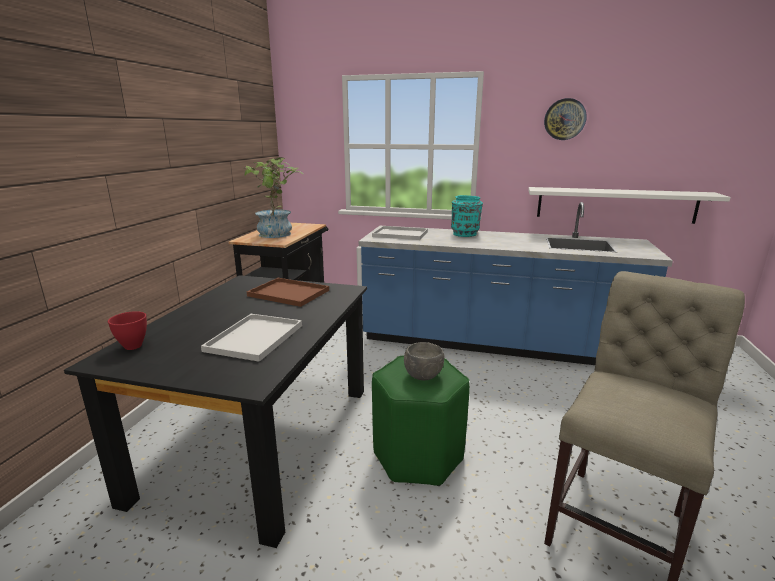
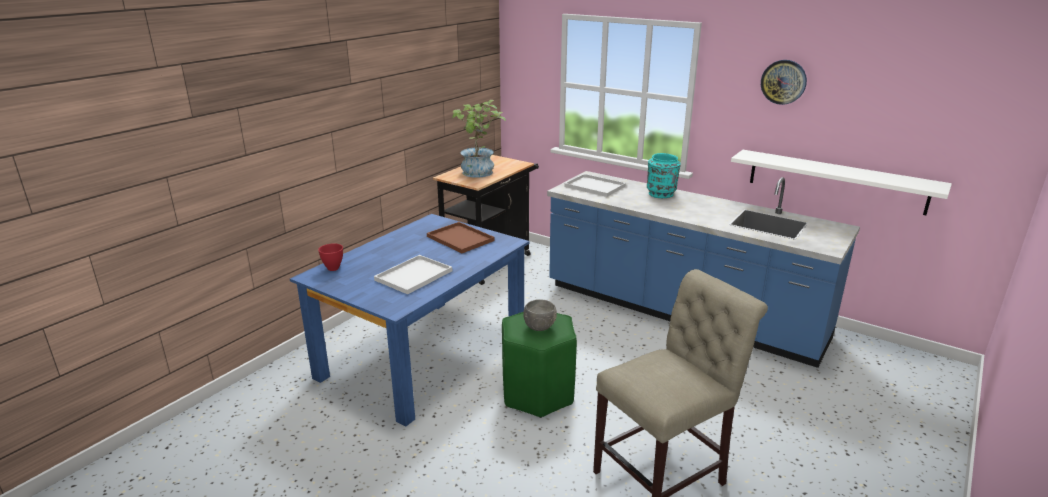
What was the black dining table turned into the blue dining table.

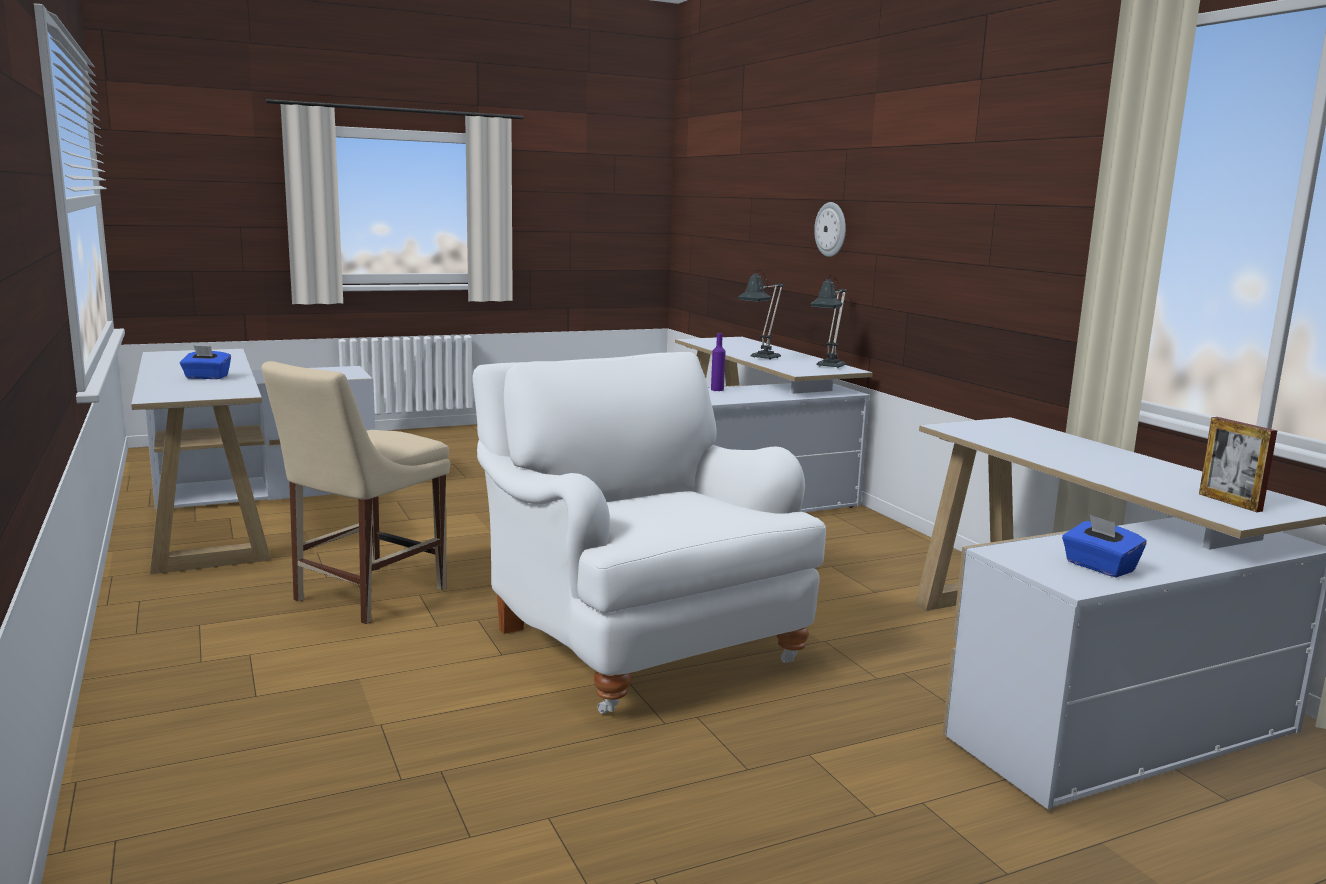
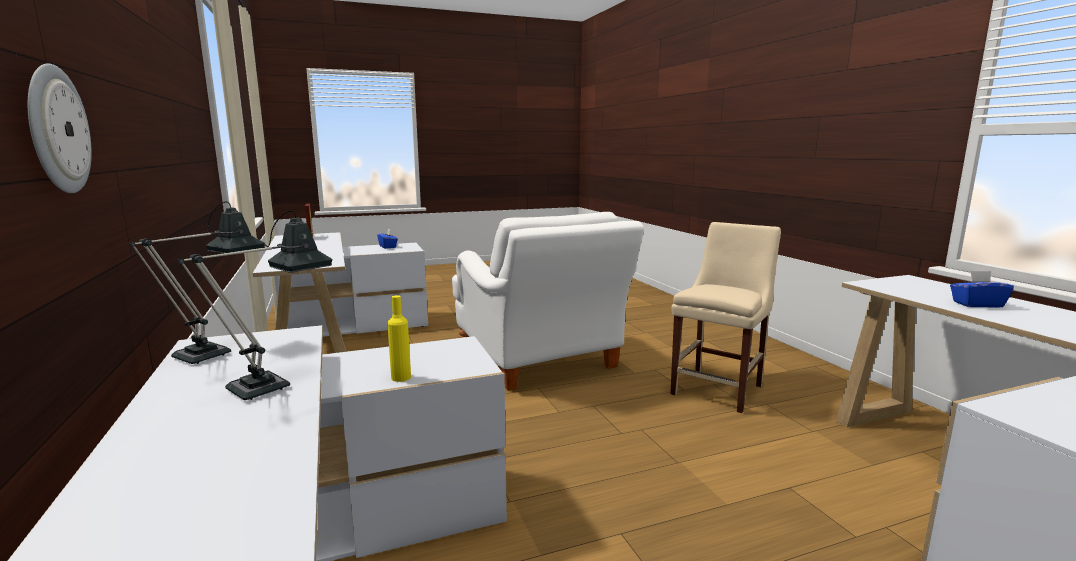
What was the purple bottle turned into the yellow bottle.

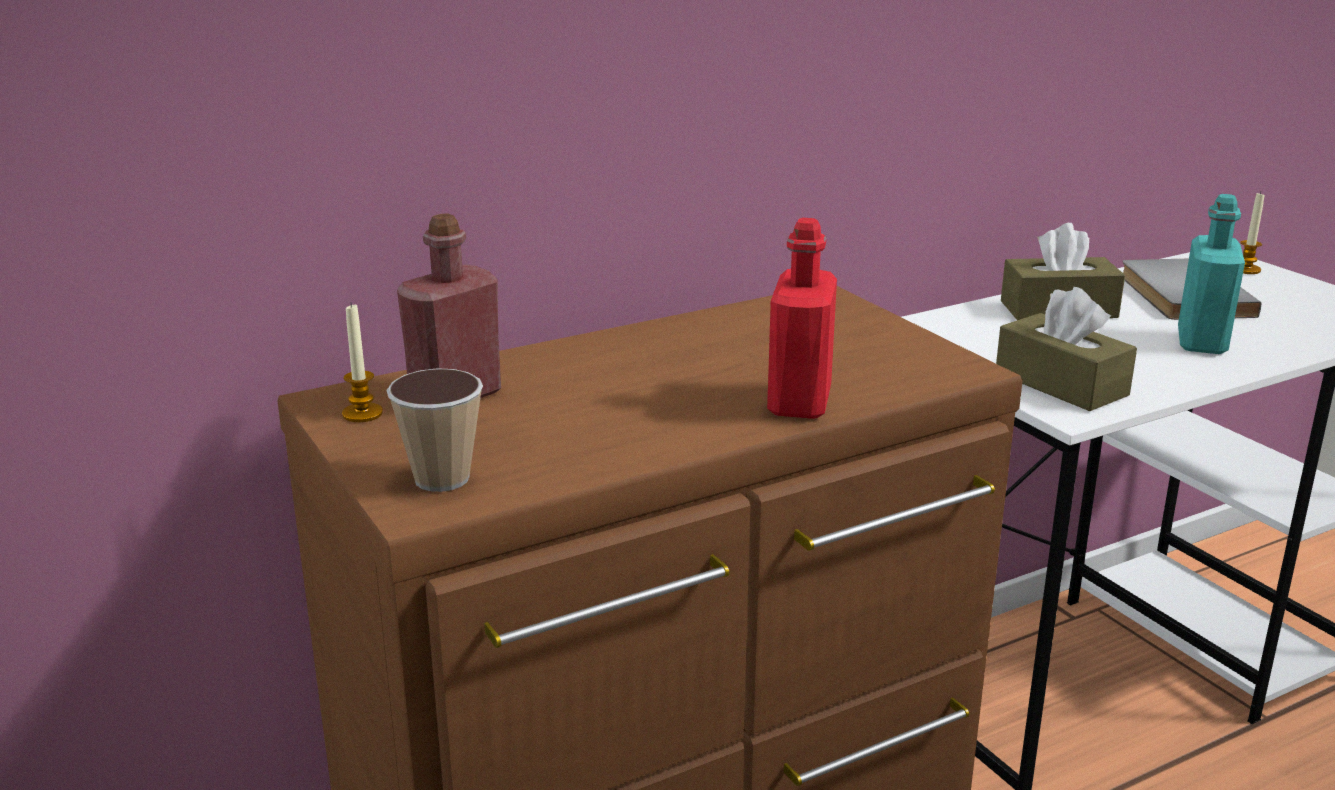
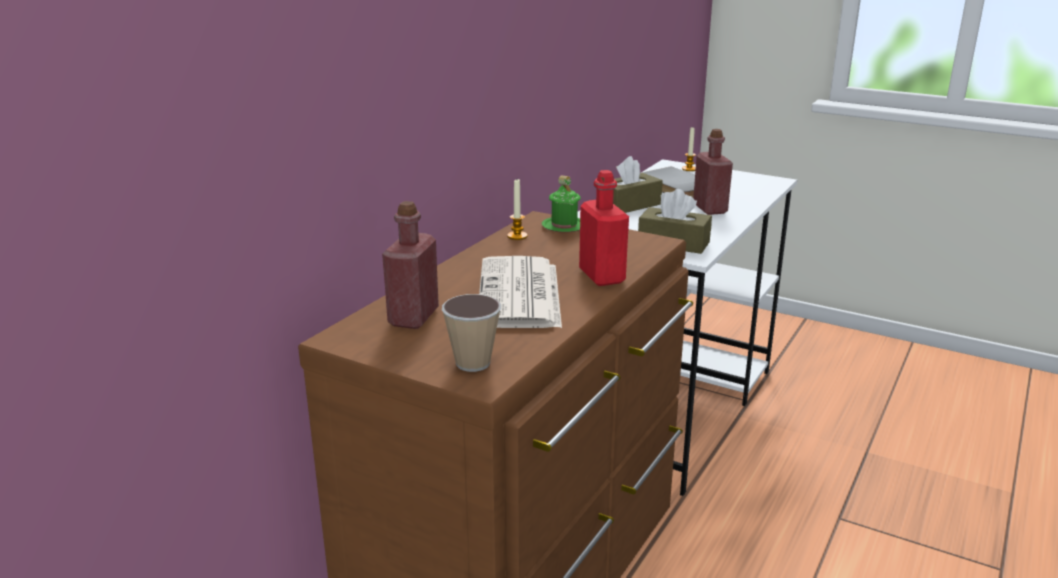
The second view gained the newspaper.
The candle (no. 1 from left) ended up elsewhere.
The second view gained the green mug.
What was the turquoise bottle turned into the red bottle (no. 3 from left).

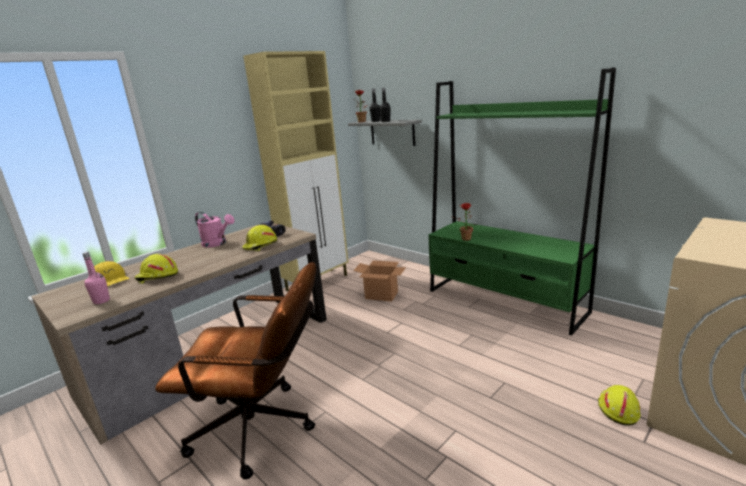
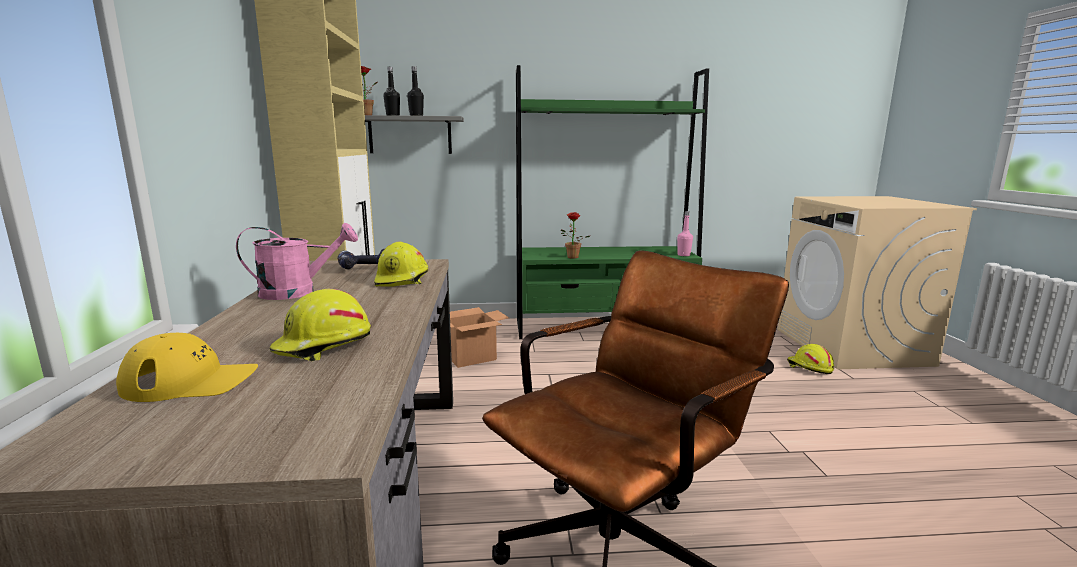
The pink bottle ended up elsewhere.

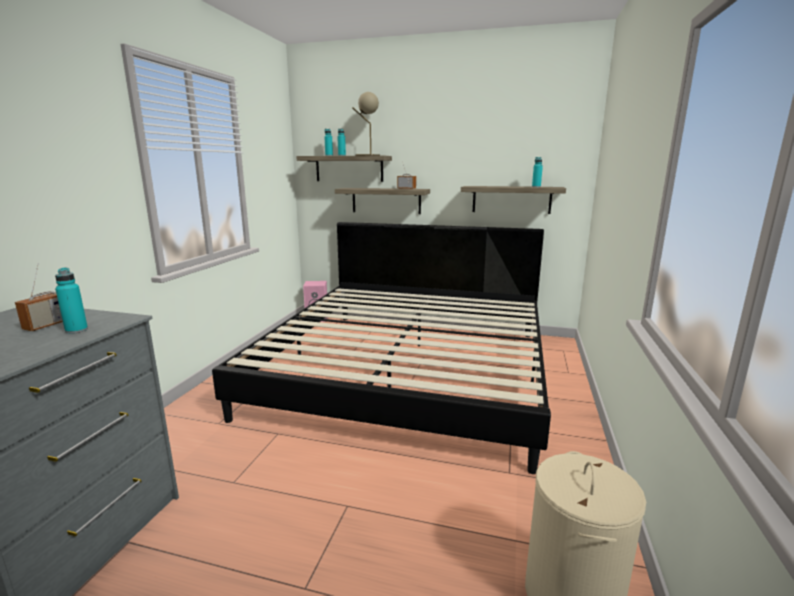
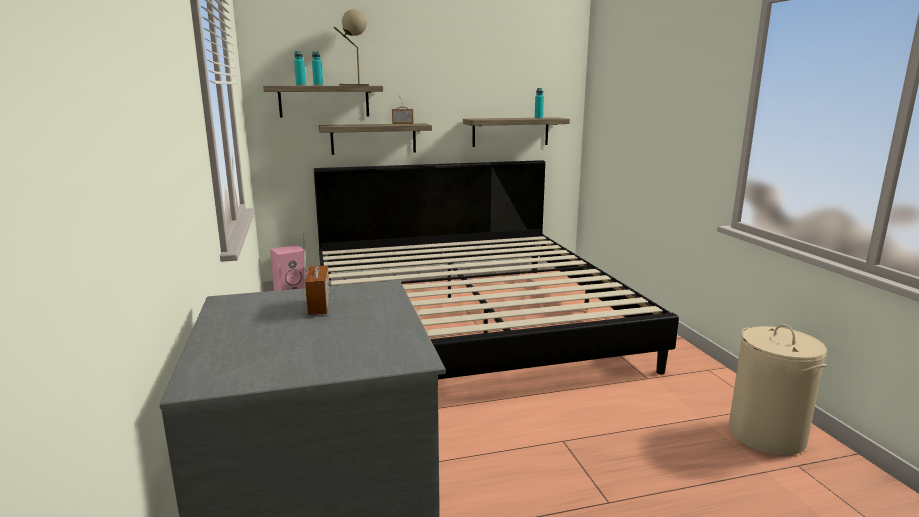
The second view lost the turquoise bottle (no. 1 from left).

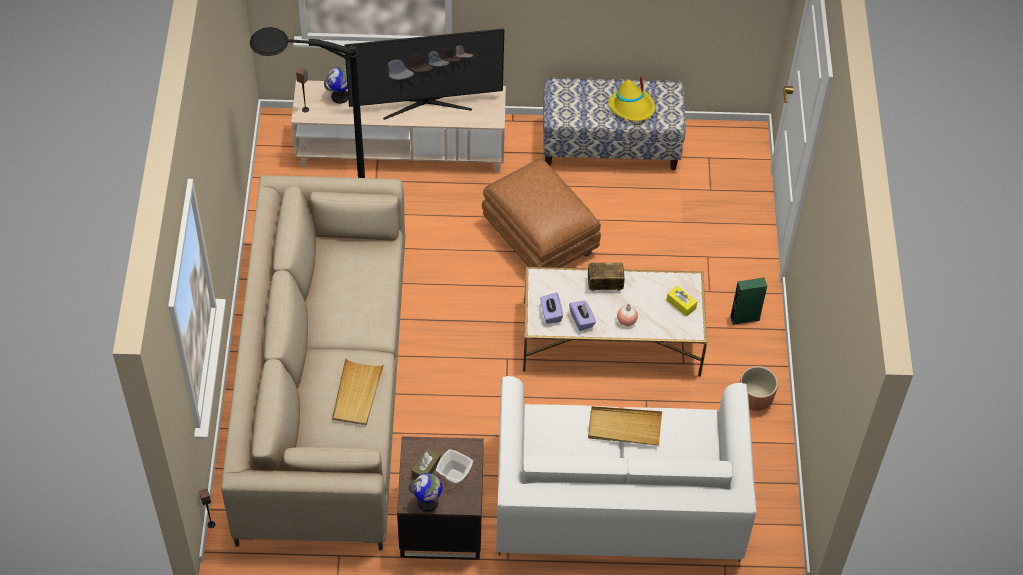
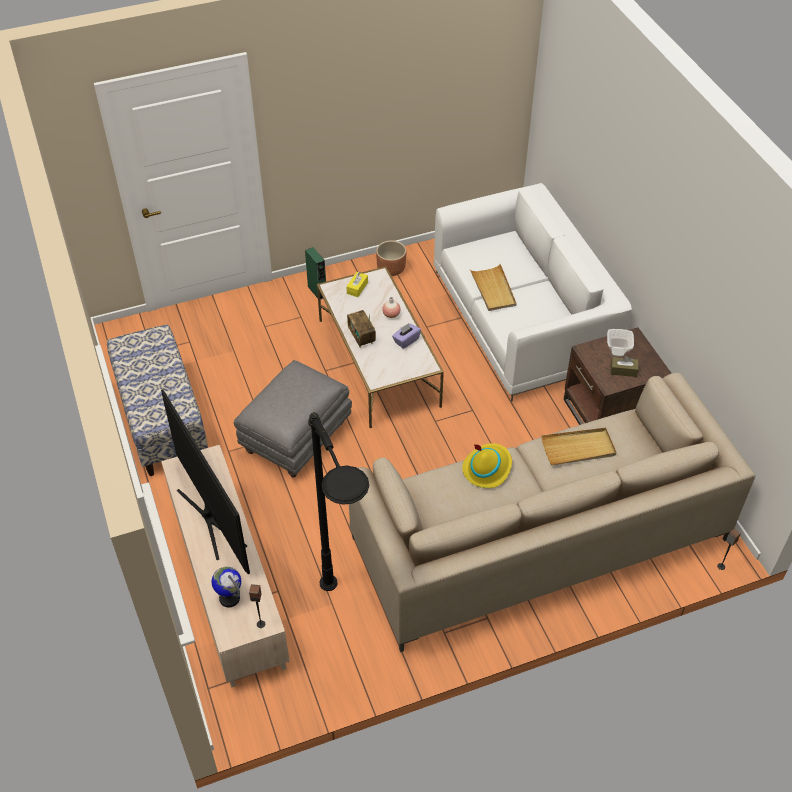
What was the brown ottoman turned into the grey ottoman.
The yellow hat ended up elsewhere.
The second view lost the globe (no. 2 from left).
The second view lost the purple tissue box (no. 1 from left).

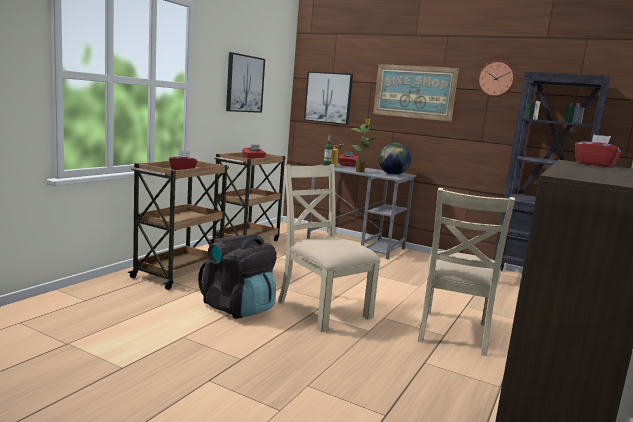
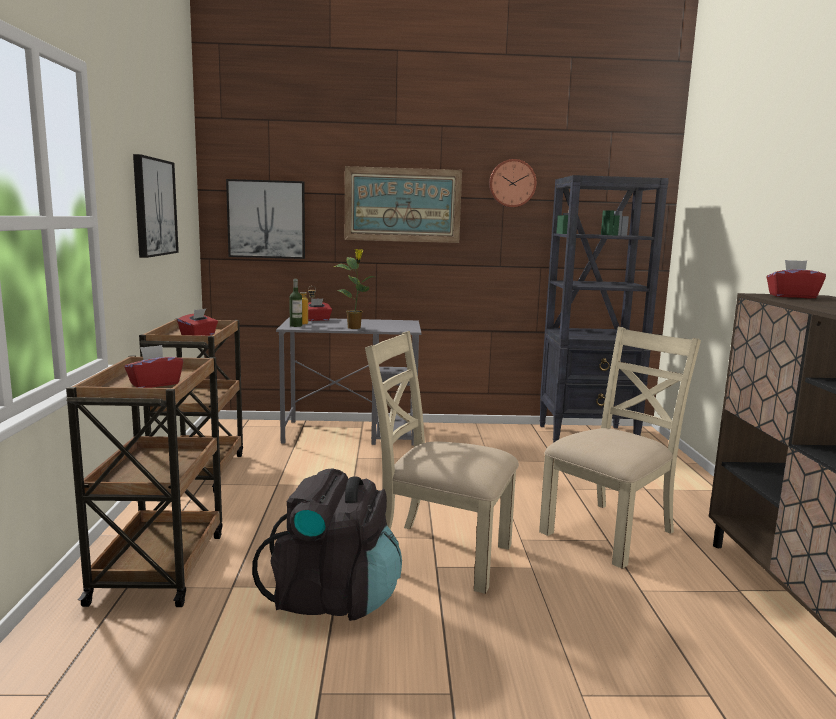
The beige chair (no. 2 from left) ended up facing another way, 120 degrees counterclockwise from before.
The second view lost the globe.

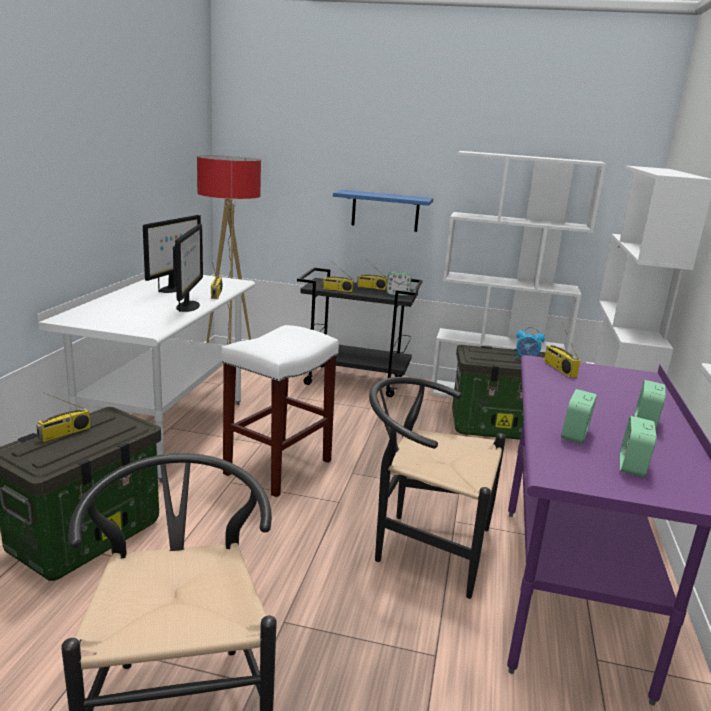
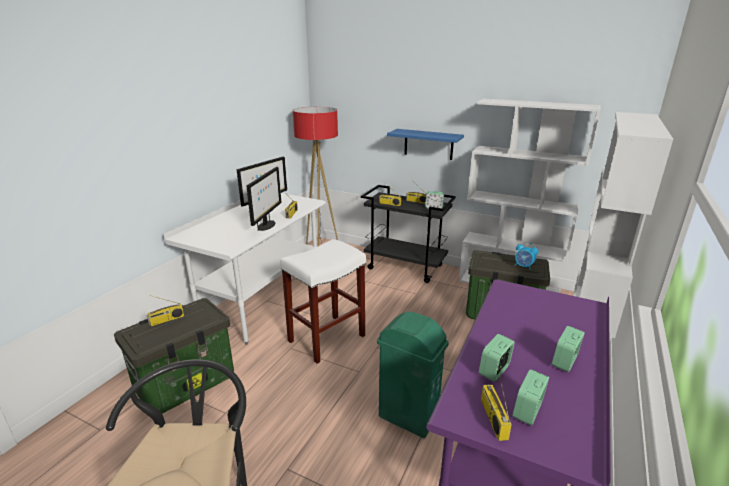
Where the black chair (no. 2 from left) stood, the green trash can came to stand.
The radio (no. 5 from left) ended up elsewhere.

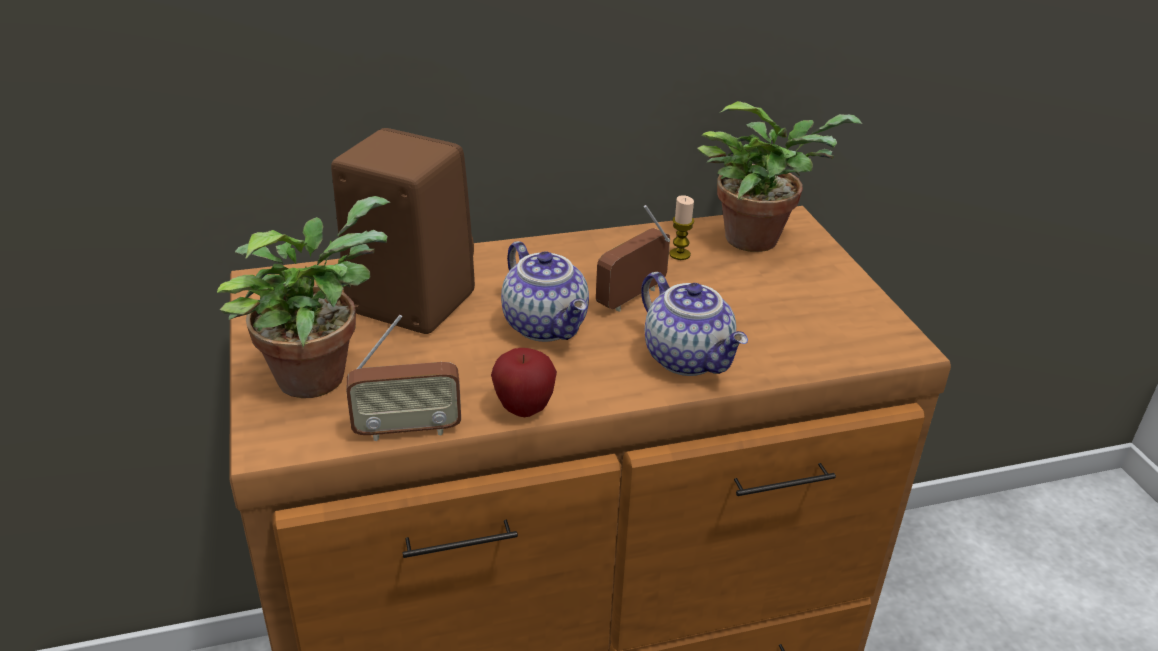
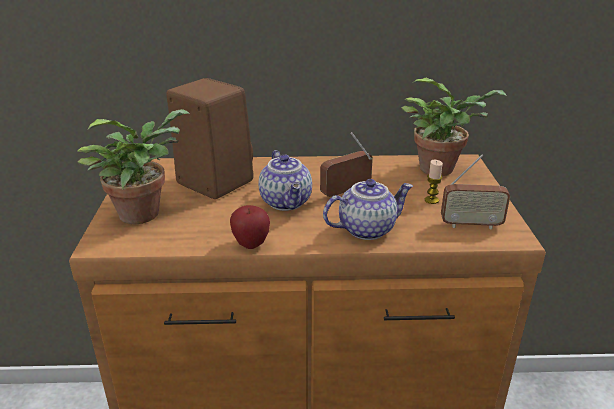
The teapot (no. 2 from left) ended up facing another way, 90 degrees counterclockwise from before.
The candle ended up elsewhere.
The radio (no. 1 from left in the first image) ended up elsewhere.

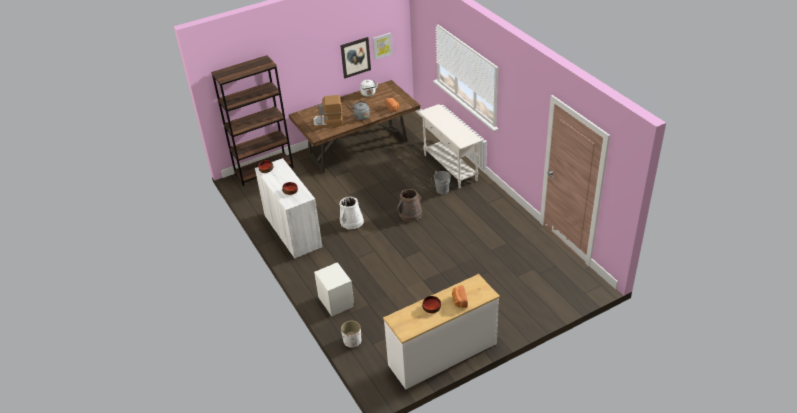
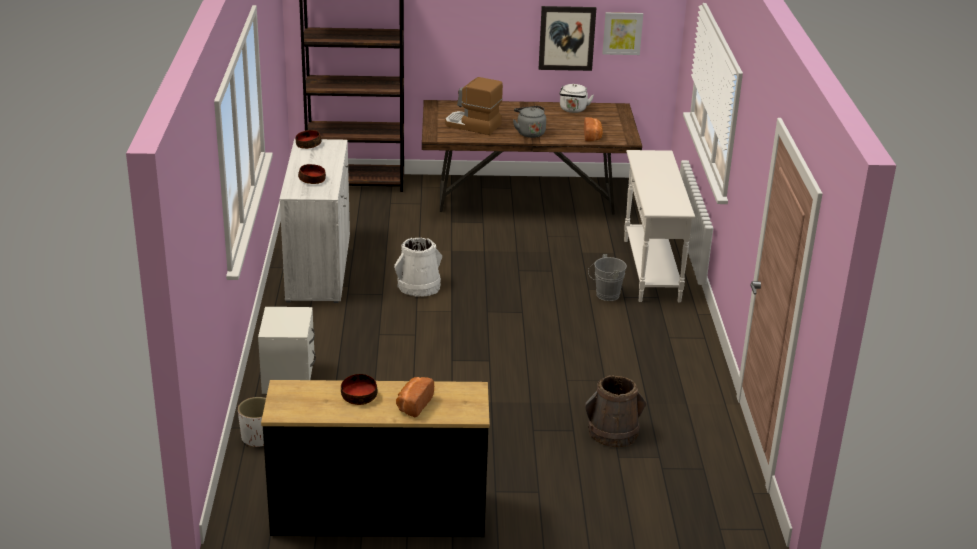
What was the white dresser turned into the black dresser.
The brown bucket ended up elsewhere.

